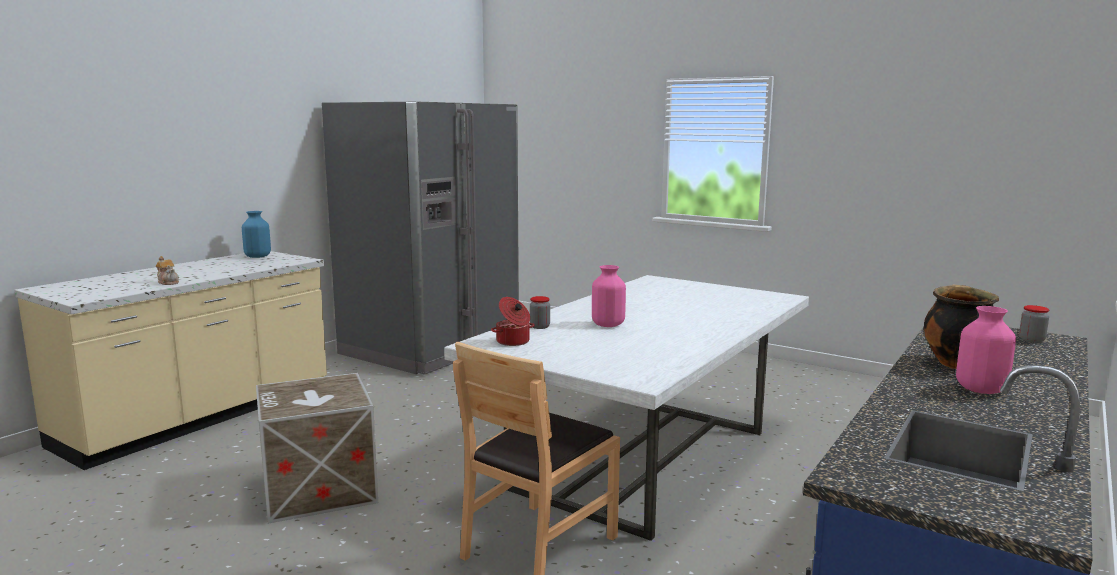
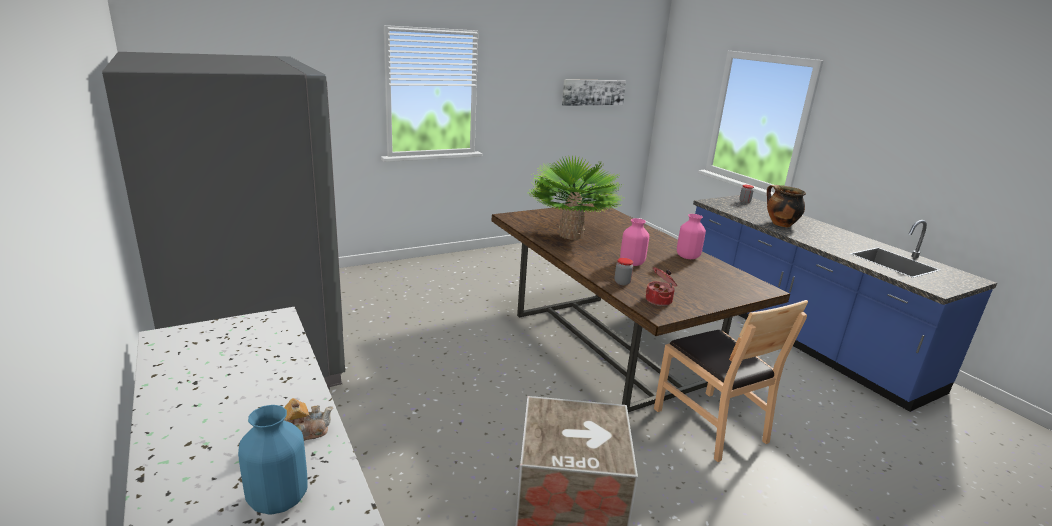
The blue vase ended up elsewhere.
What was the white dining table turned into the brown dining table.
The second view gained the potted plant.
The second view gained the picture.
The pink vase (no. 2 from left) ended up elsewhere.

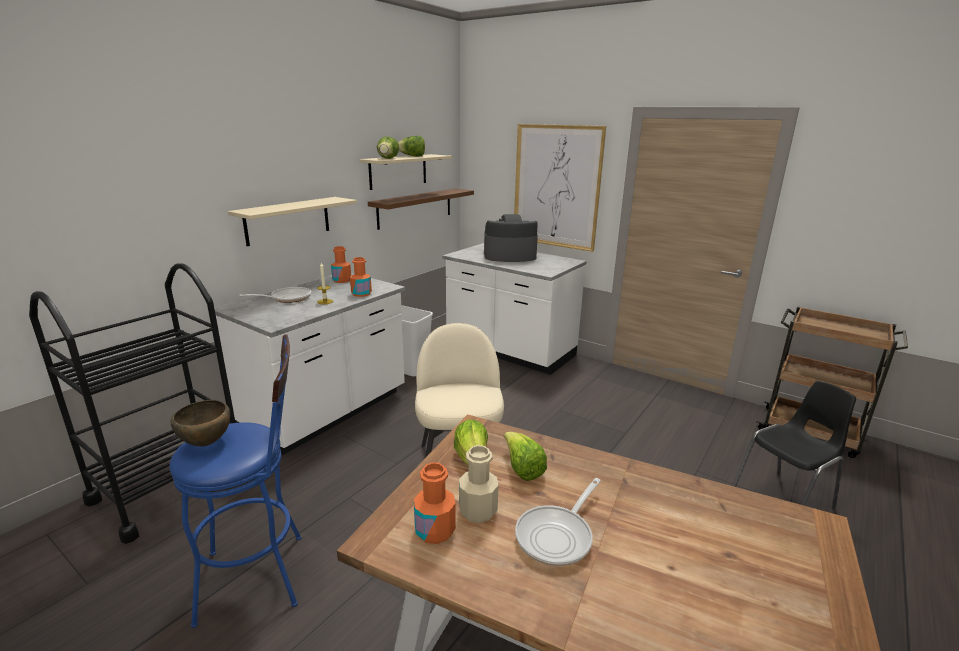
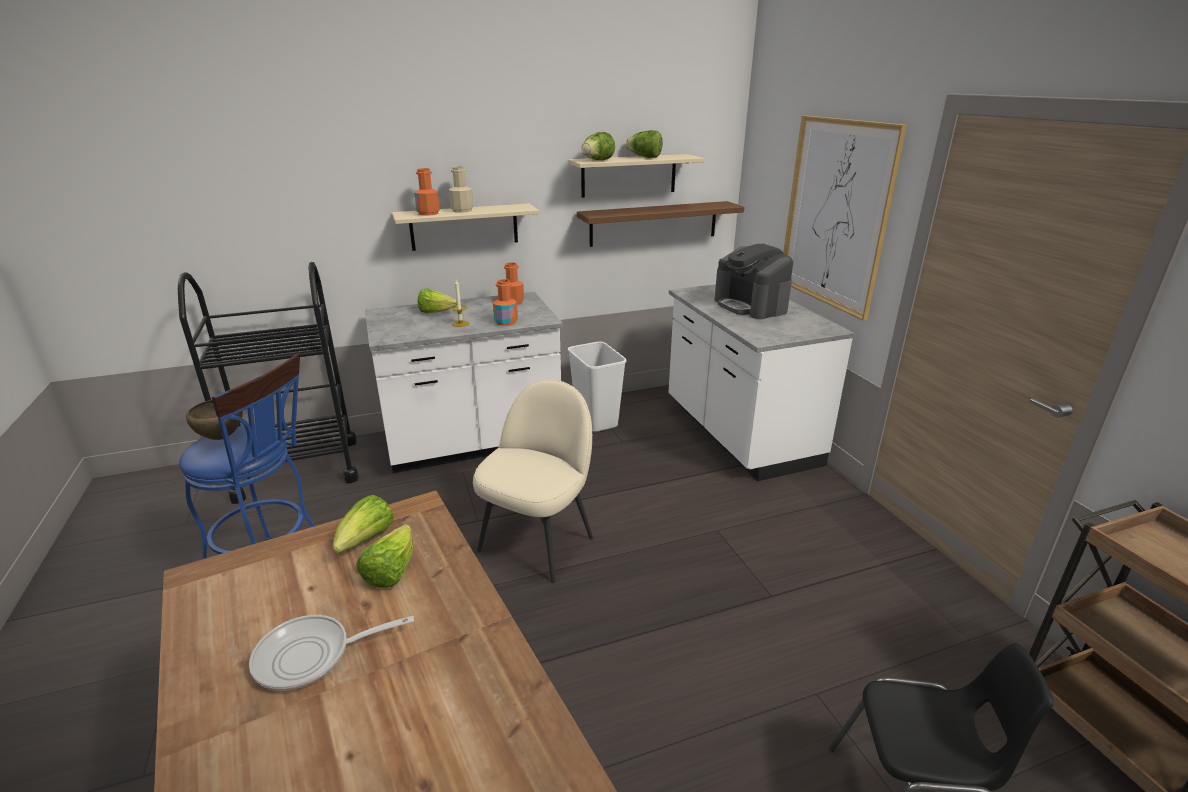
The orange bottle (no. 3 from left in the first image) ended up elsewhere.
Where the frying pan (no. 1 from left) stood, the lettuce (no. 3 from left) came to stand.
The beige bottle ended up elsewhere.
The coffee machine ended up facing another way, 150 degrees counterclockwise from before.

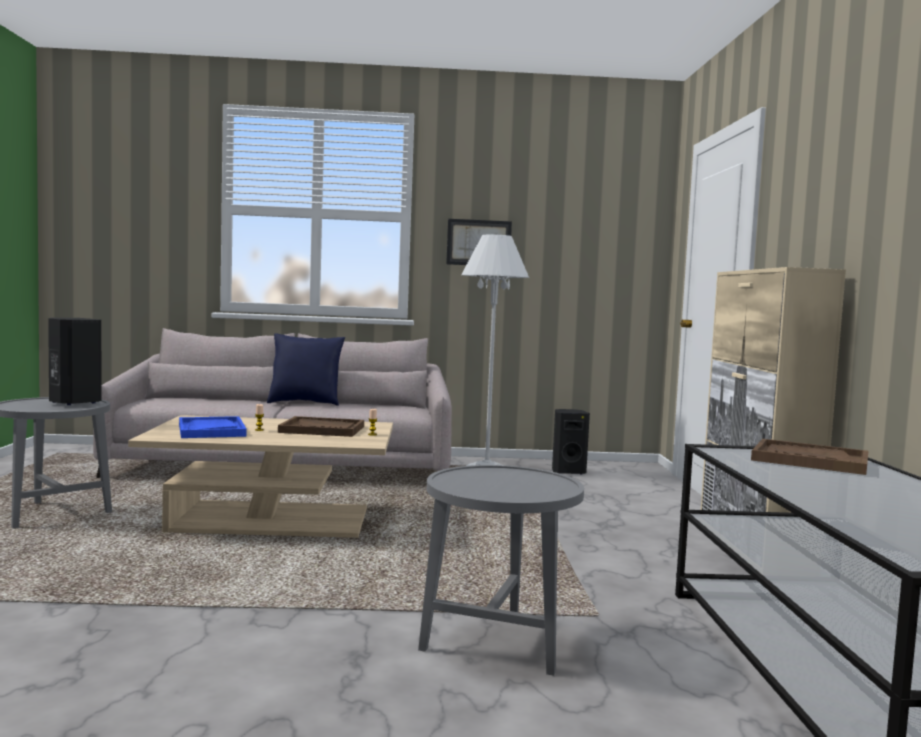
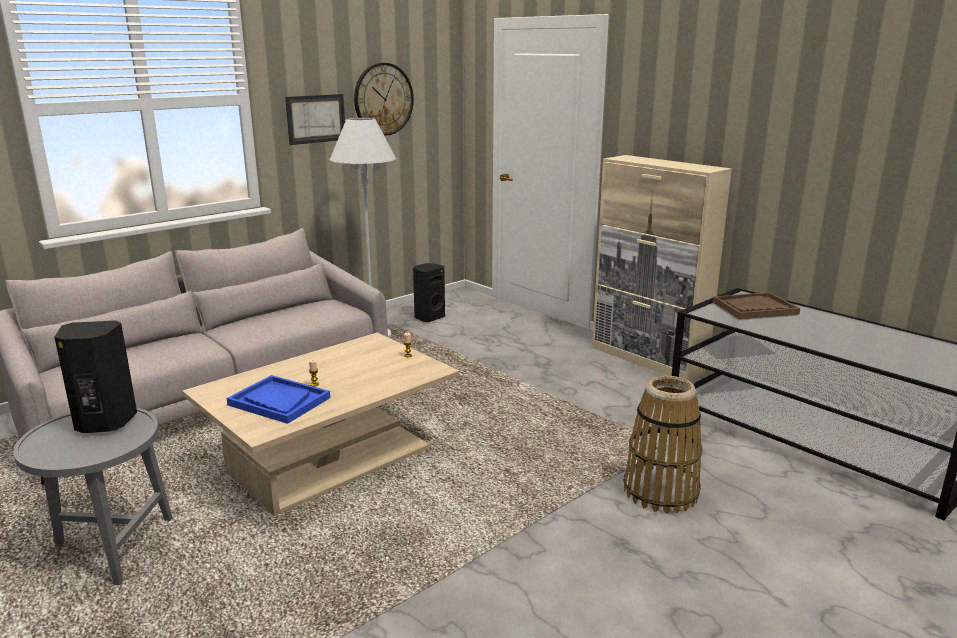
The second view gained the wall clock.
Where the grey side table (no. 2 from left) stood, the basket came to stand.
The second view lost the blue pillow.
The second view lost the brown tray (no. 1 from left).

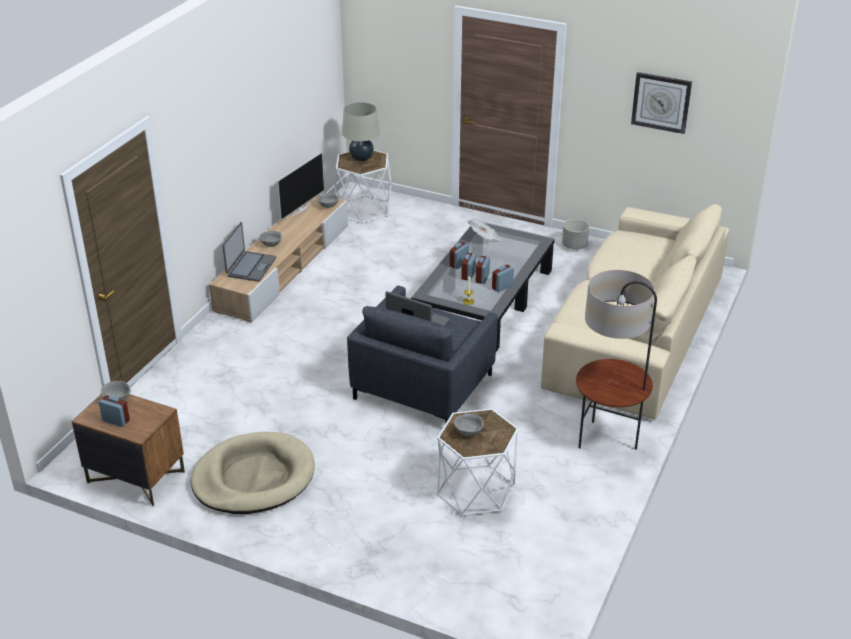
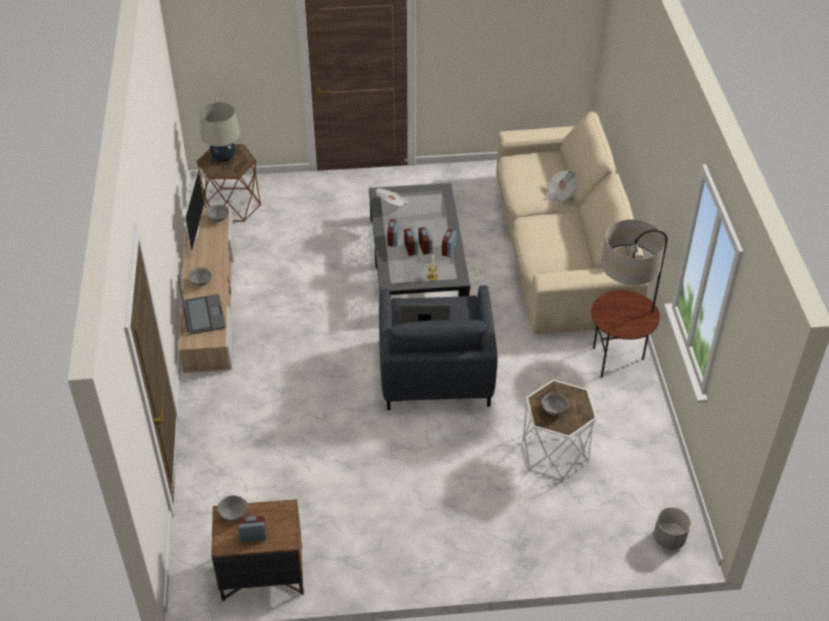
What was the white side table (no. 1 from left) turned into the brown side table.
The second view gained the newspaper (no. 2 from left).
The grey planter ended up elsewhere.
The second view lost the beige dog bed.
The second view lost the wall clock.

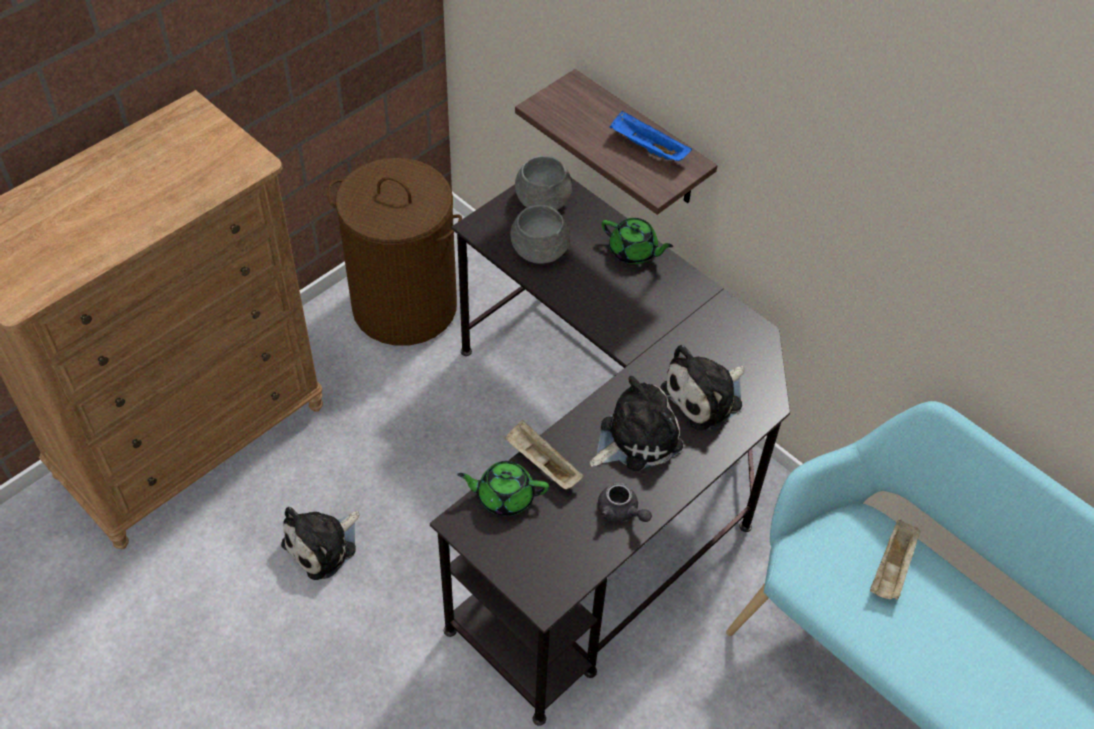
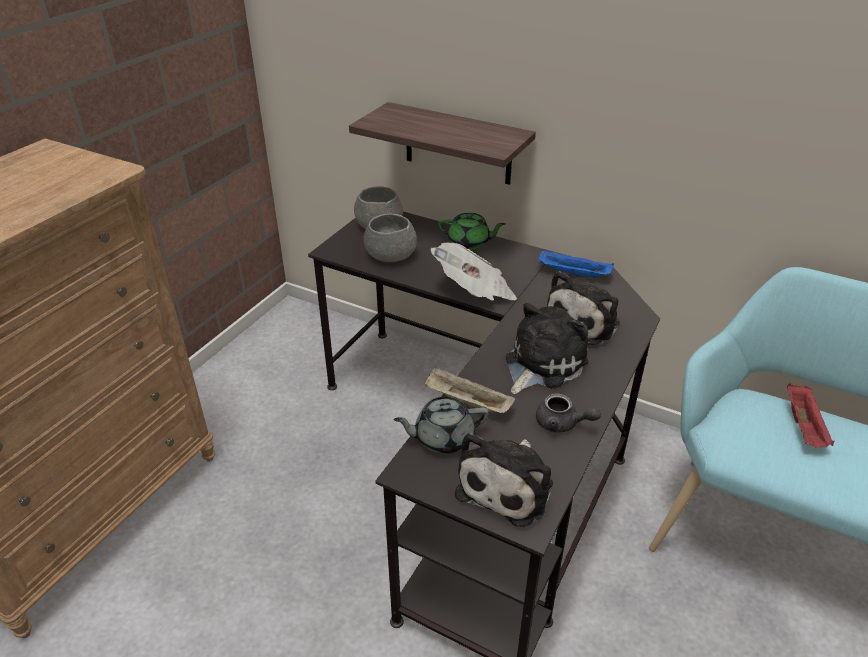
What was the green teapot (no. 1 from left) turned into the grey teapot (no. 1 from left).
The second view gained the newspaper.
The plush toy (no. 1 from left) ended up elsewhere.
The blue tray ended up elsewhere.
What was the beige tray (no. 2 from left) turned into the red tray.
The second view lost the brown laundry basket.

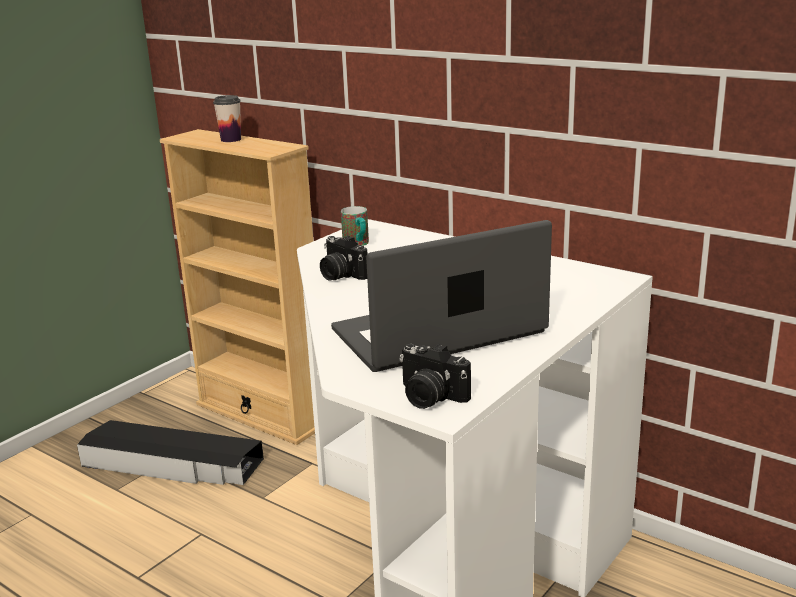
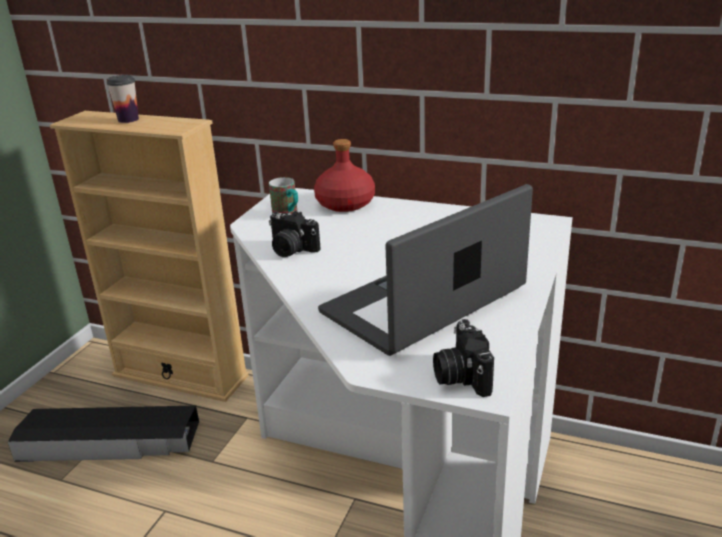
The second view gained the red bottle.
The photo camera (no. 2 from left) ended up facing another way, 60 degrees clockwise from before.

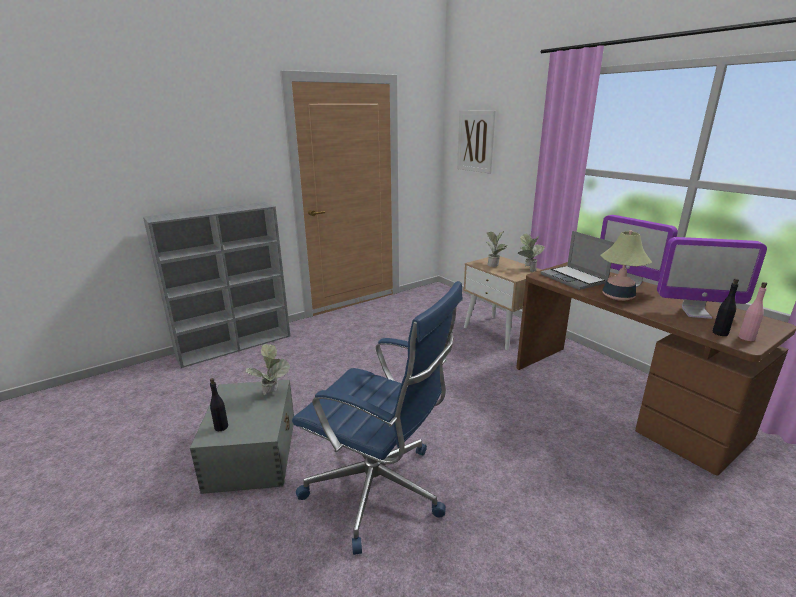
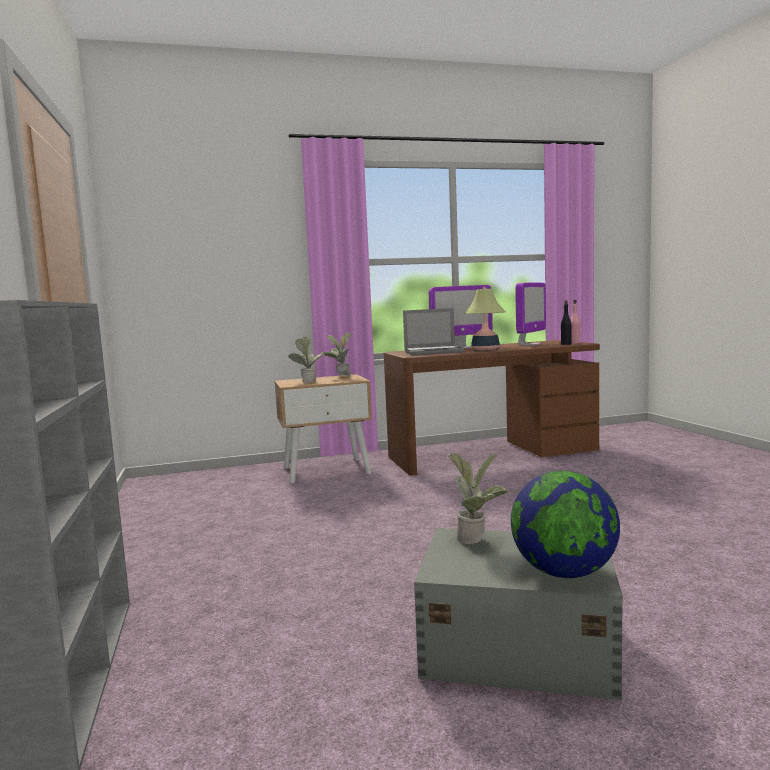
Where the black bottle (no. 1 from left) stood, the globe came to stand.
The second view lost the blue office chair.
The second view lost the picture.

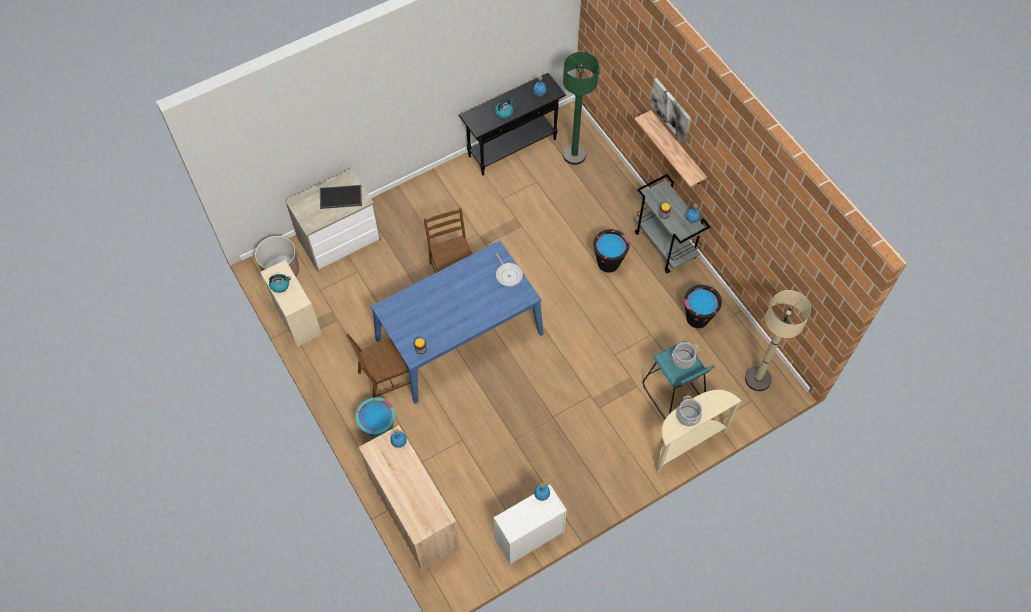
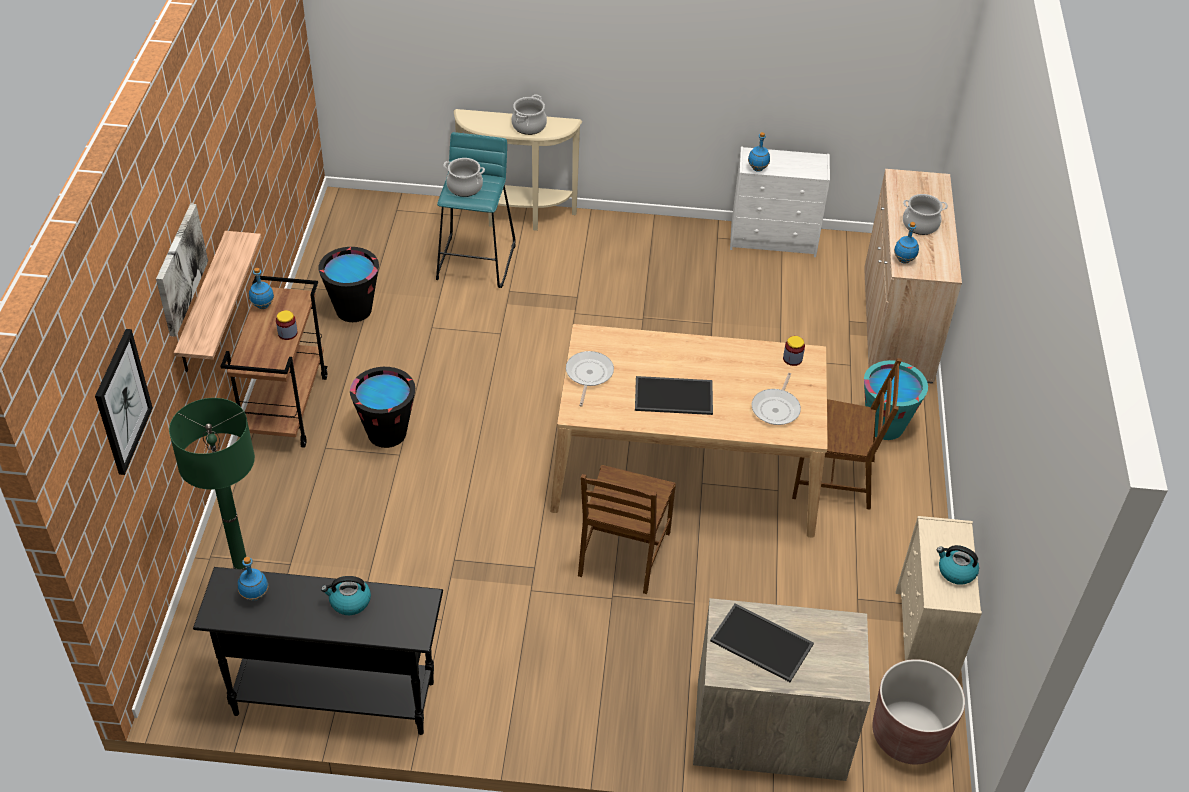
The second view gained the picture (no. 1 from left).
What was the grey cart turned into the brown cart.
What was the blue dining table turned into the beige dining table.
The second view gained the tray (no. 1 from left).
The second view gained the frying pan (no. 2 from left).
The second view gained the cooking pot (no. 3 from left).
The second view lost the beige floor lamp.

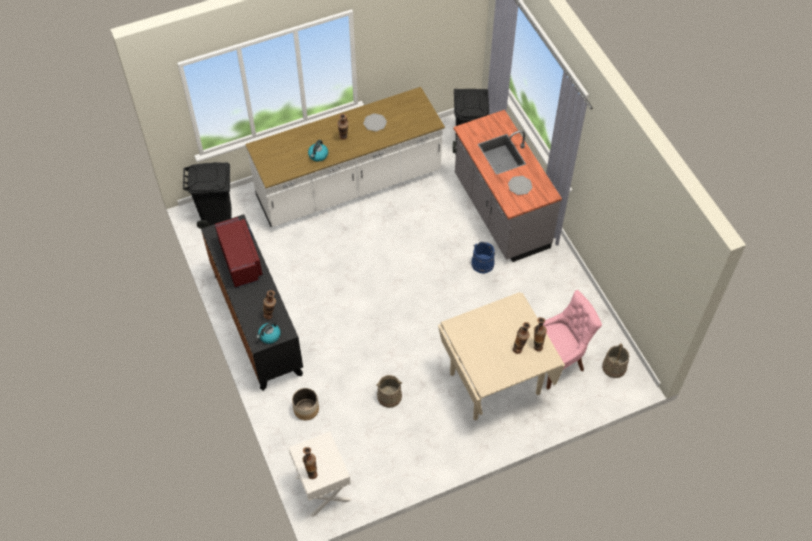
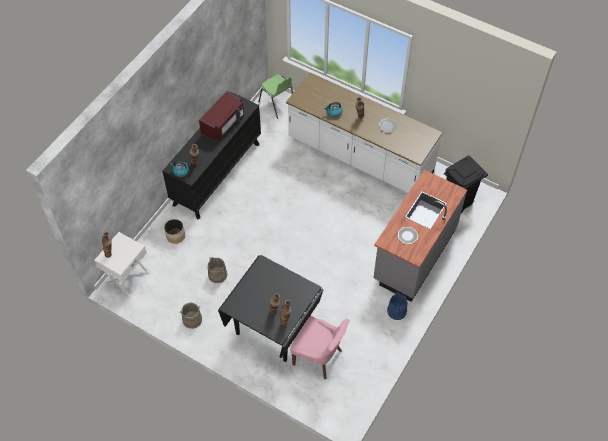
The beige bucket (no. 2 from left in the first image) ended up elsewhere.
What was the beige dining table turned into the black dining table.
Where the black trash can (no. 1 from left) stood, the green chair came to stand.
The blue bucket ended up elsewhere.

